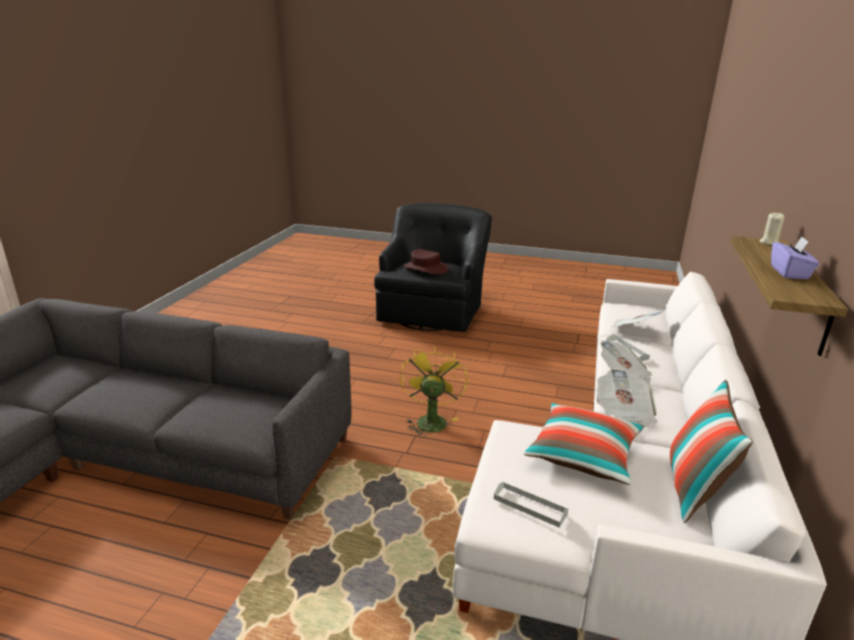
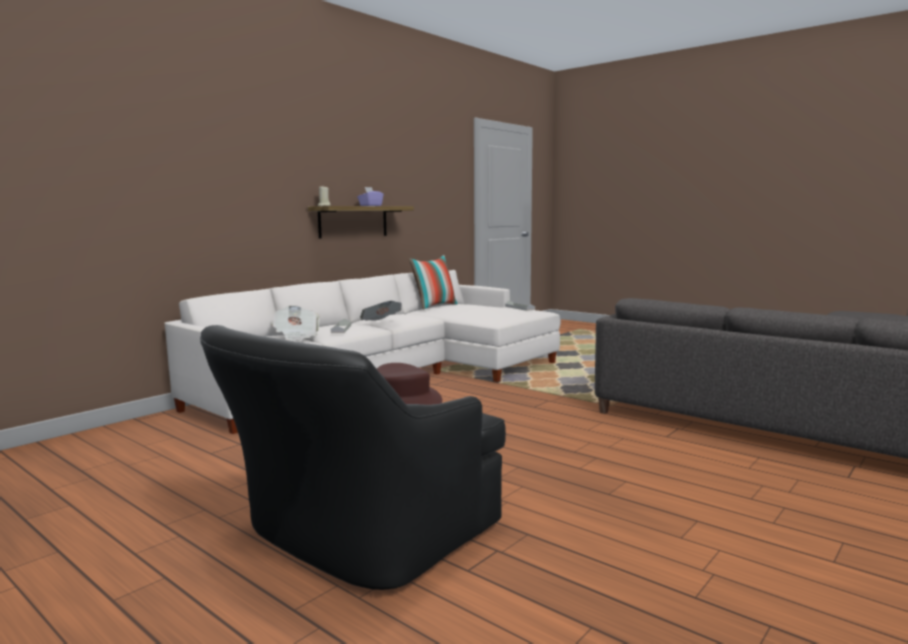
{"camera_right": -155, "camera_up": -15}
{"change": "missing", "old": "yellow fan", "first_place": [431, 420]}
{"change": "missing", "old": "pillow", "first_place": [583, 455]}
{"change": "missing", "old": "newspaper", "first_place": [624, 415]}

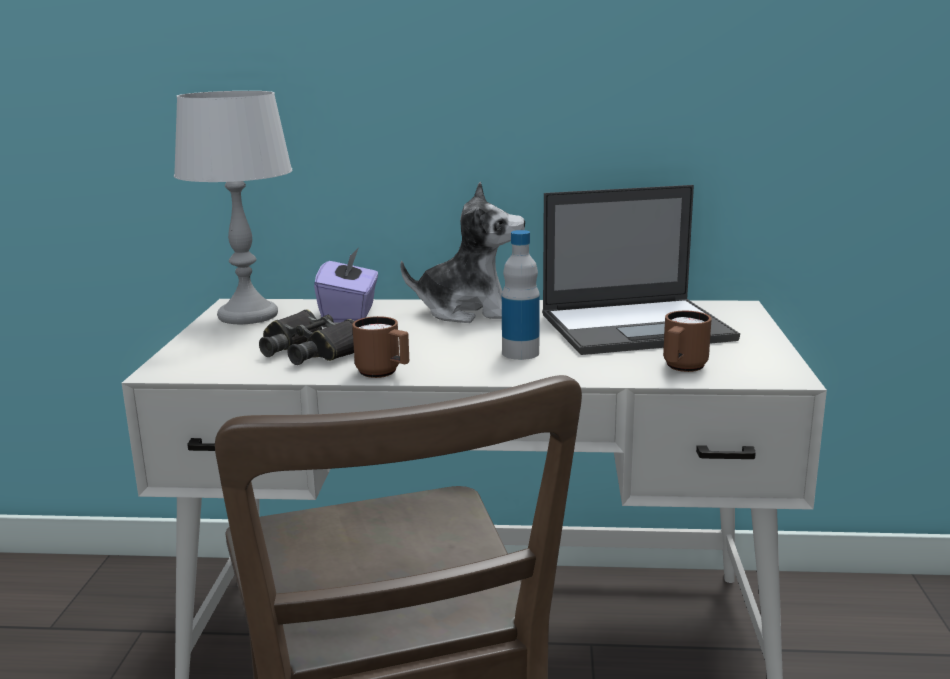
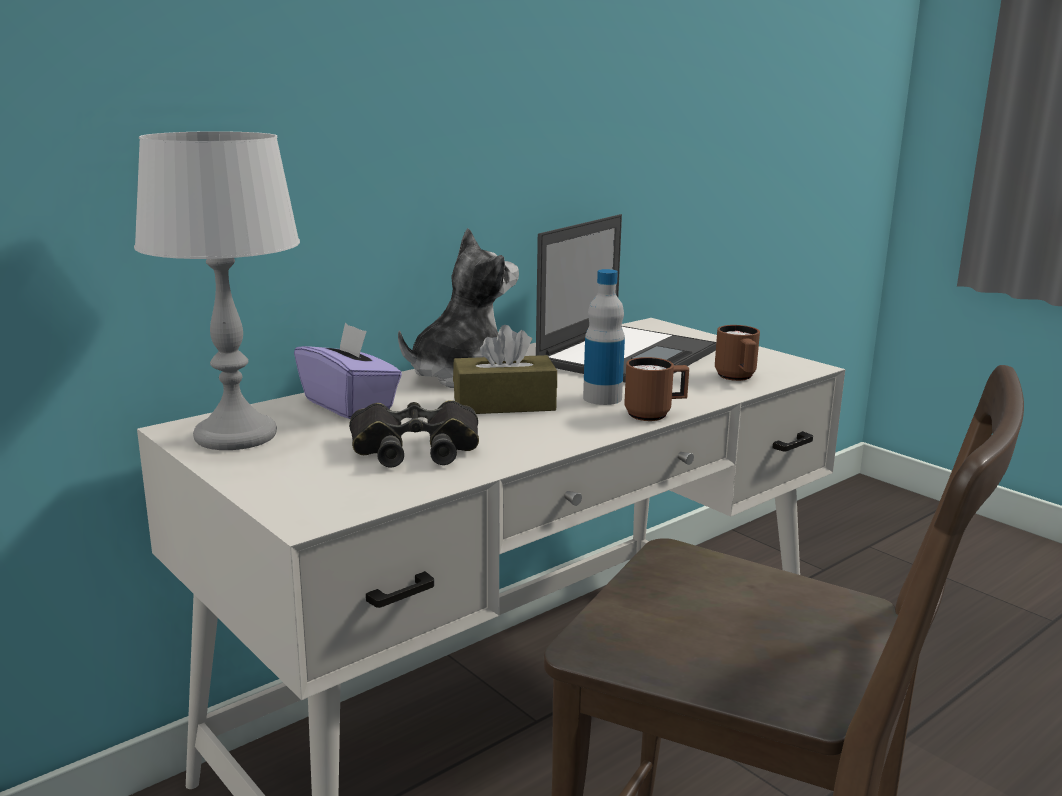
{"camera_right": -45, "camera_up": 0}
{"change": "appeared", "new": "brown tissue box", "second_place": [504, 404]}
{"change": "relocated", "old": "brown mug", "first_place": [383, 373], "second_place": [655, 415]}

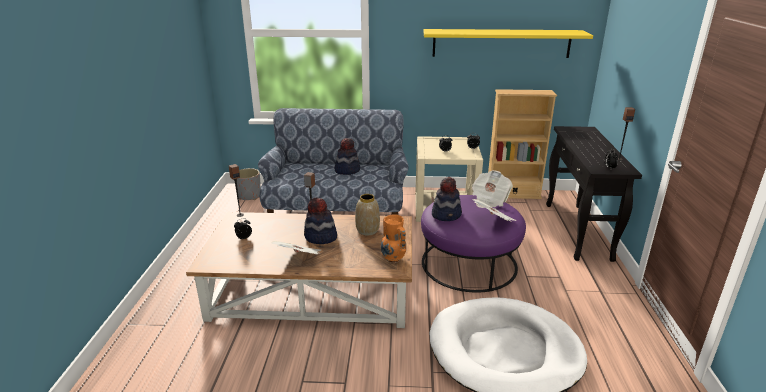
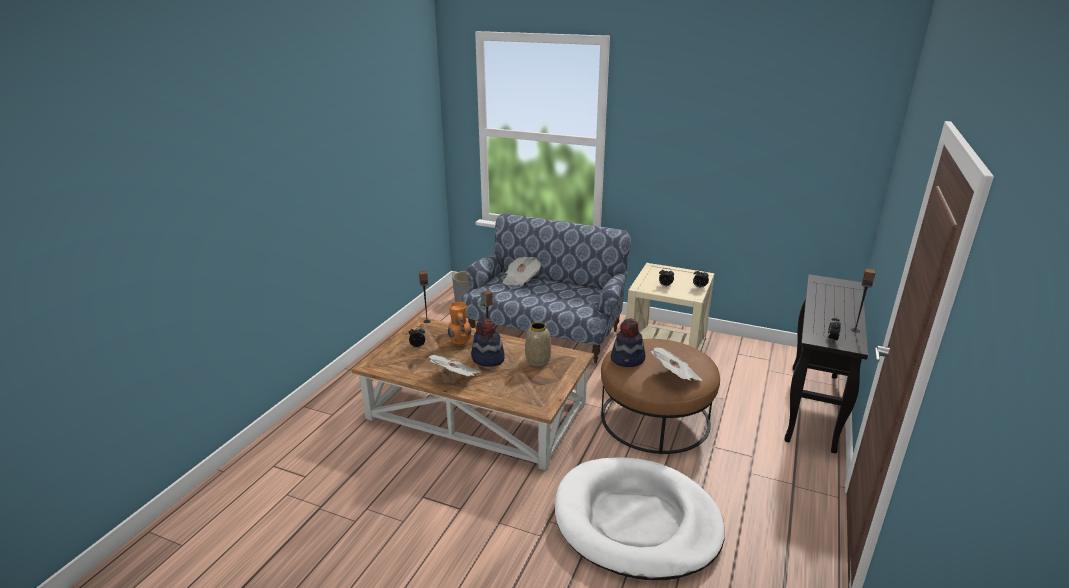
{"camera_right": 20, "camera_up": 0}
{"change": "relocated", "old": "orange vase", "first_place": [393, 259], "second_place": [460, 343]}
{"change": "relocated", "old": "newspaper", "first_place": [489, 200], "second_place": [520, 279]}
{"change": "colour", "old": "purple ottoman", "new": "brown ottoman", "first_place": [469, 263], "second_place": [655, 418]}
{"change": "missing", "old": "hat", "first_place": [347, 170]}
{"change": "missing", "old": "yellow shelf", "first_place": [501, 43]}
{"change": "missing", "old": "beige bookcase", "first_place": [513, 194]}

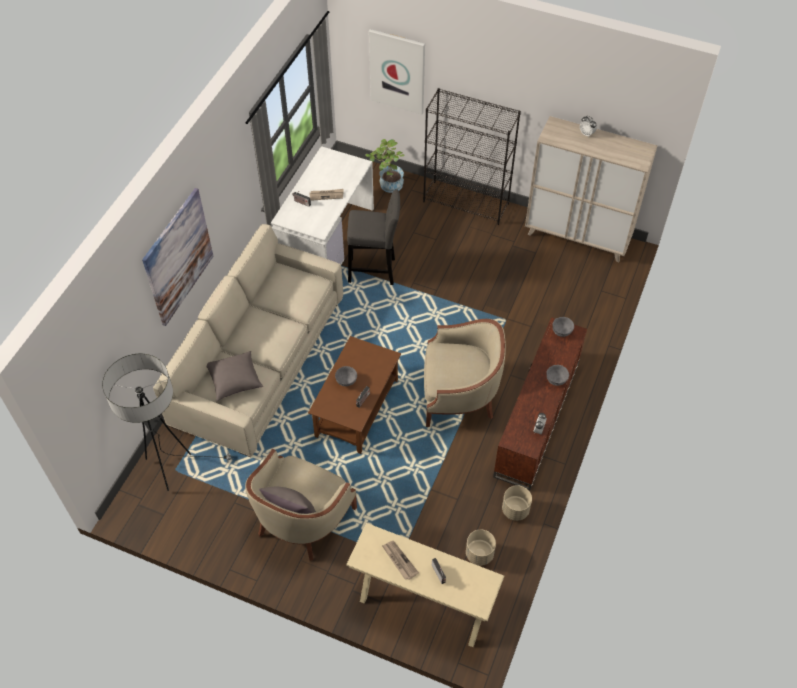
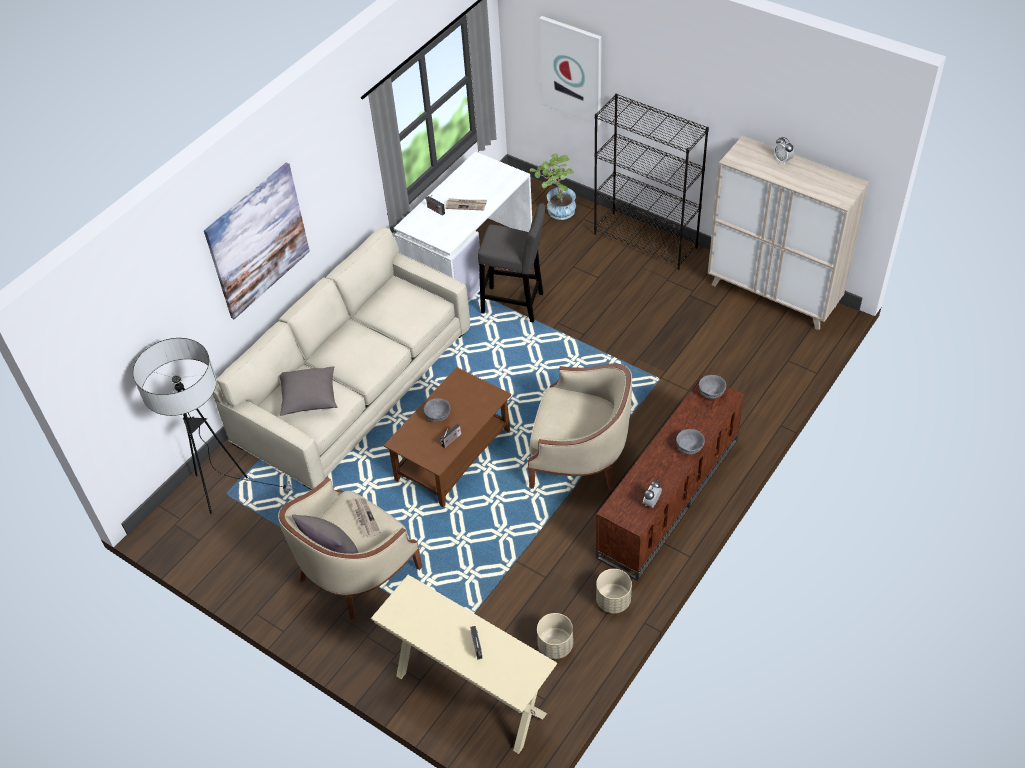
{"camera_right": 15, "camera_up": -5}
{"change": "relocated", "old": "newspaper", "first_place": [399, 560], "second_place": [364, 518]}

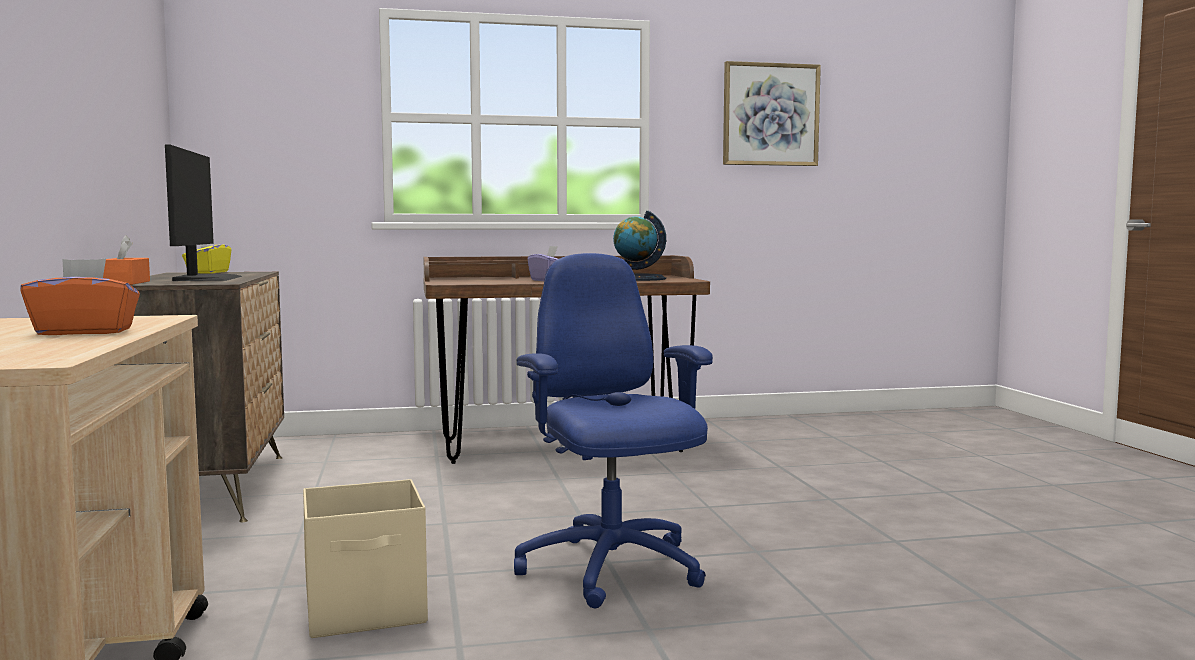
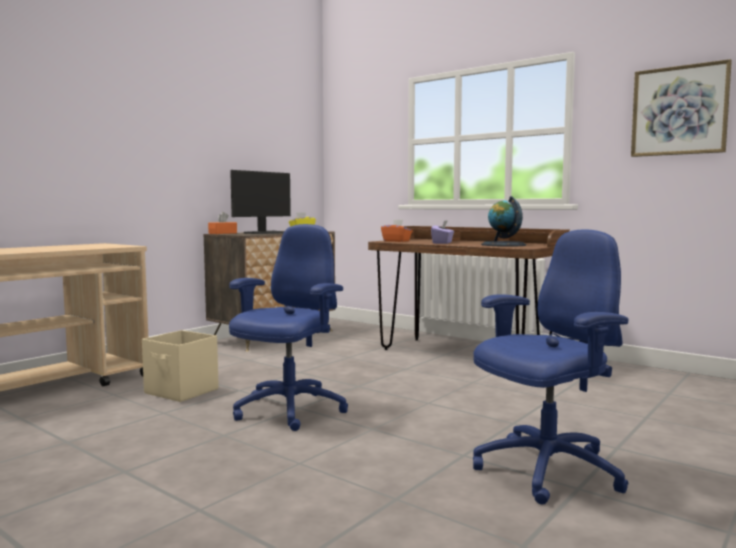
{"camera_right": 50, "camera_up": 0}
{"change": "relocated", "old": "orange tissue box", "first_place": [85, 332], "second_place": [396, 241]}
{"change": "appeared", "new": "blue office chair", "second_place": [545, 471]}

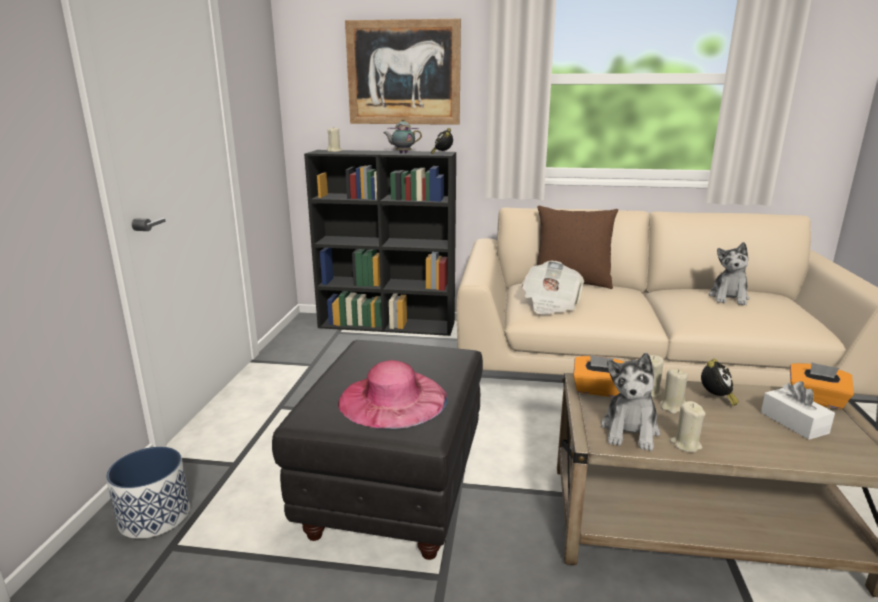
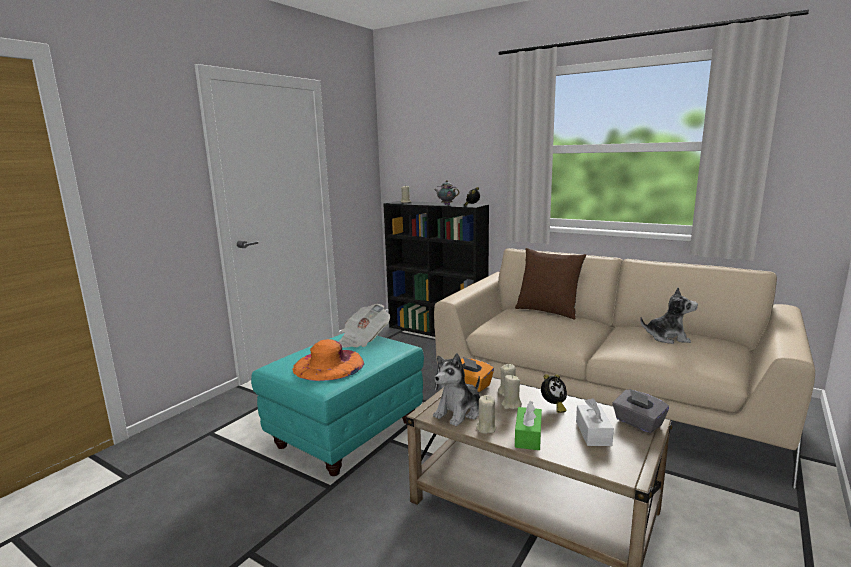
{"camera_right": 25, "camera_up": -5}
{"change": "colour", "old": "black ottoman", "new": "turquoise ottoman", "first_place": [393, 491], "second_place": [346, 433]}
{"change": "colour", "old": "pink hat", "new": "orange hat", "first_place": [393, 399], "second_place": [328, 365]}
{"change": "relocated", "old": "newspaper", "first_place": [550, 304], "second_place": [363, 340]}
{"change": "appeared", "new": "green tissue box", "second_place": [528, 436]}
{"change": "colour", "old": "orange tissue box", "new": "grey tissue box", "first_place": [815, 400], "second_place": [638, 423]}
{"change": "spun", "old": "plush toy", "first_place": [729, 297], "second_place": [667, 338], "degrees": -120}
{"change": "missing", "old": "planter", "first_place": [155, 516]}
{"change": "missing", "old": "picture", "first_place": [403, 73]}

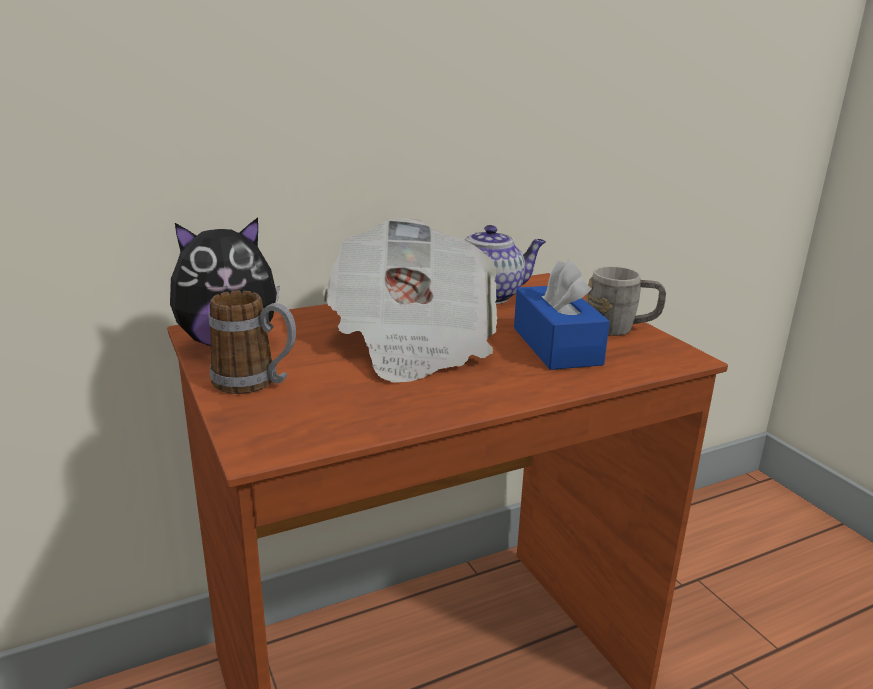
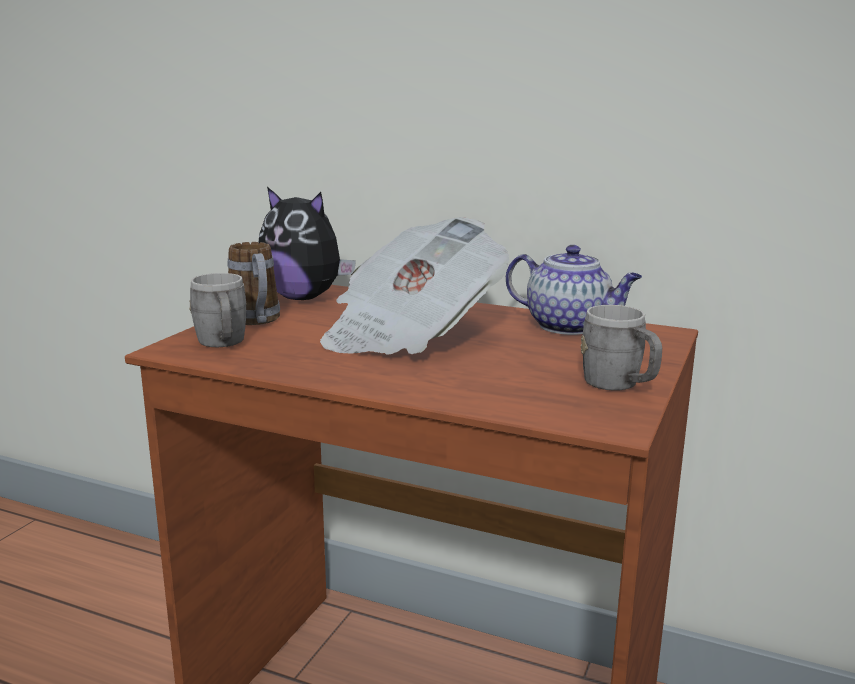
{"camera_right": 50, "camera_up": -5}
{"change": "appeared", "new": "grey mug", "second_place": [223, 344]}
{"change": "missing", "old": "blue tissue box", "first_place": [556, 346]}

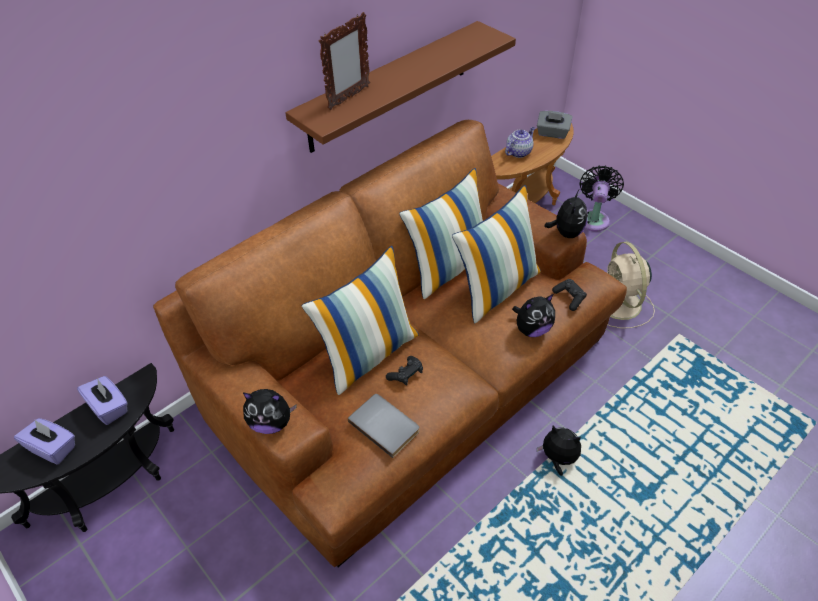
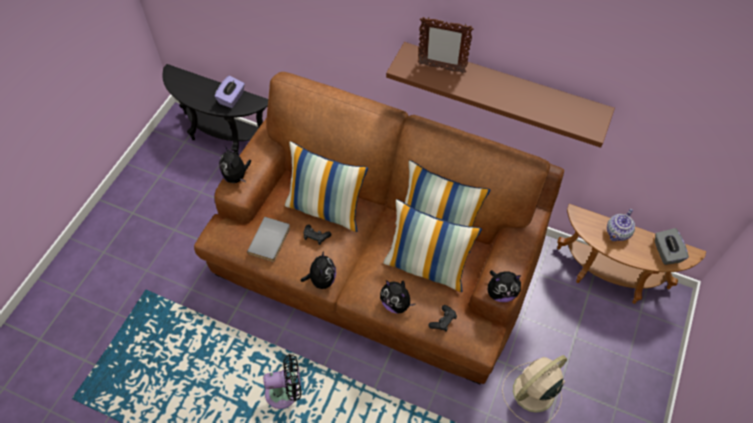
{"camera_right": 65, "camera_up": 10}
{"change": "relocated", "old": "black fan", "first_place": [594, 218], "second_place": [285, 392]}
{"change": "relocated", "old": "plush toy", "first_place": [558, 459], "second_place": [321, 280]}
{"change": "spun", "old": "teapot", "first_place": [518, 152], "second_place": [617, 233], "degrees": 105}
{"change": "missing", "old": "purple tissue box", "first_place": [53, 448]}

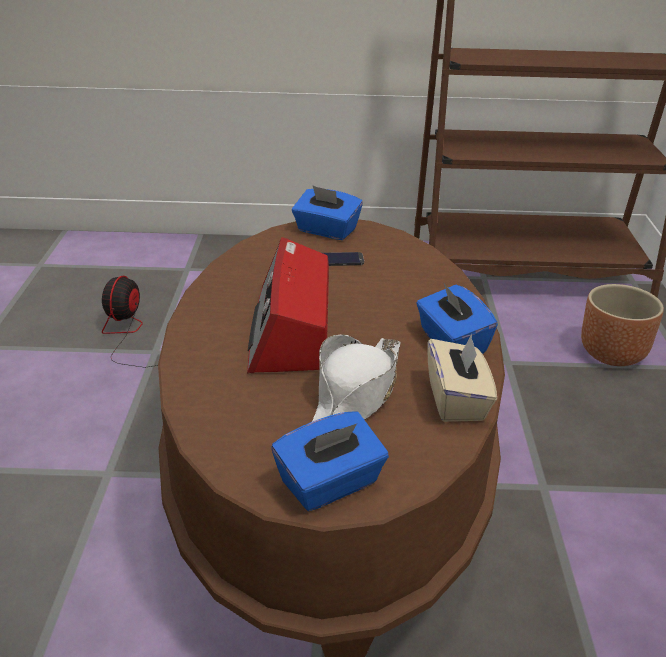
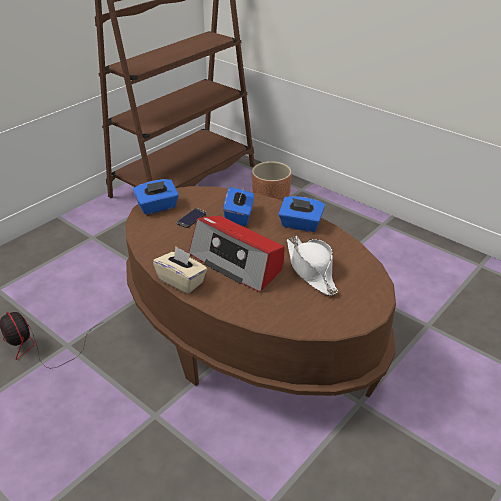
{"camera_right": -50, "camera_up": 5}
{"change": "relocated", "old": "beige tissue box", "first_place": [457, 400], "second_place": [182, 281]}
{"change": "relocated", "old": "blue tissue box", "first_place": [330, 484], "second_place": [239, 216]}

